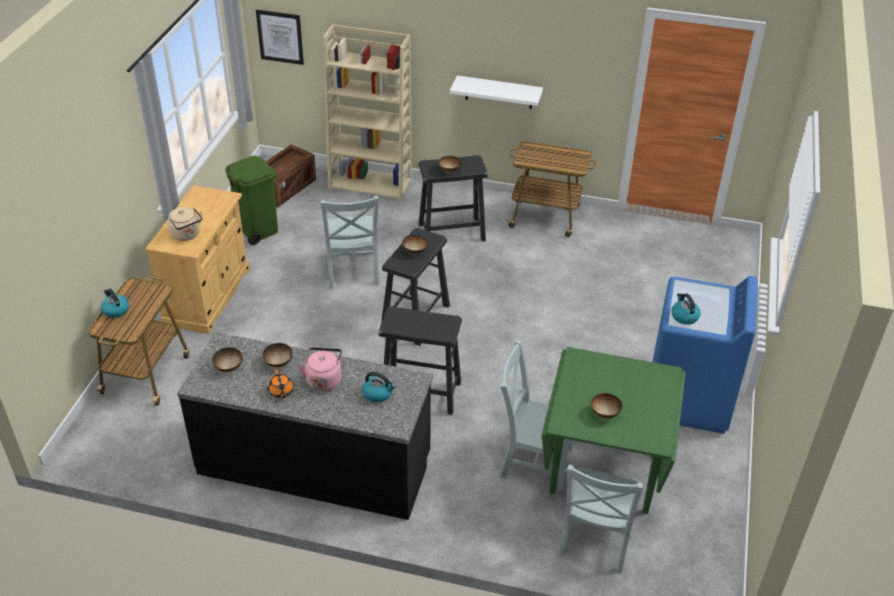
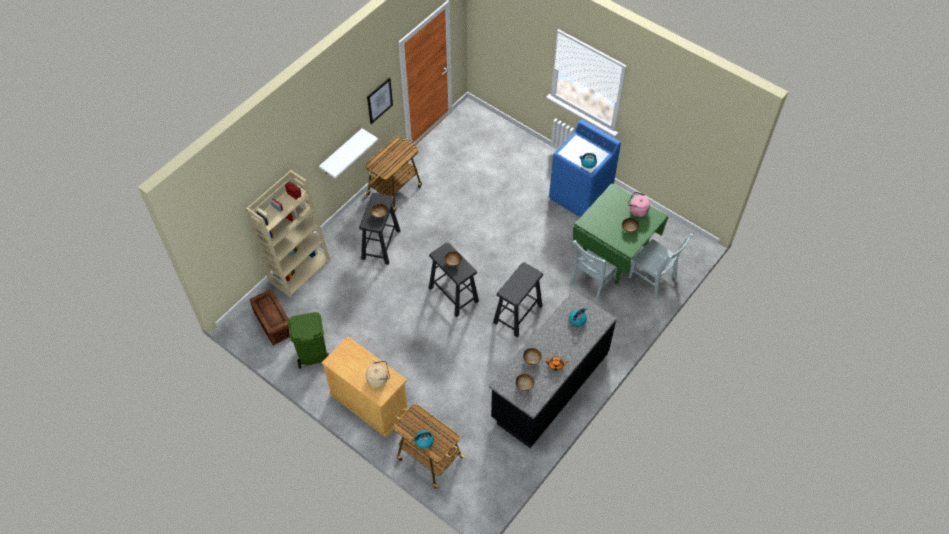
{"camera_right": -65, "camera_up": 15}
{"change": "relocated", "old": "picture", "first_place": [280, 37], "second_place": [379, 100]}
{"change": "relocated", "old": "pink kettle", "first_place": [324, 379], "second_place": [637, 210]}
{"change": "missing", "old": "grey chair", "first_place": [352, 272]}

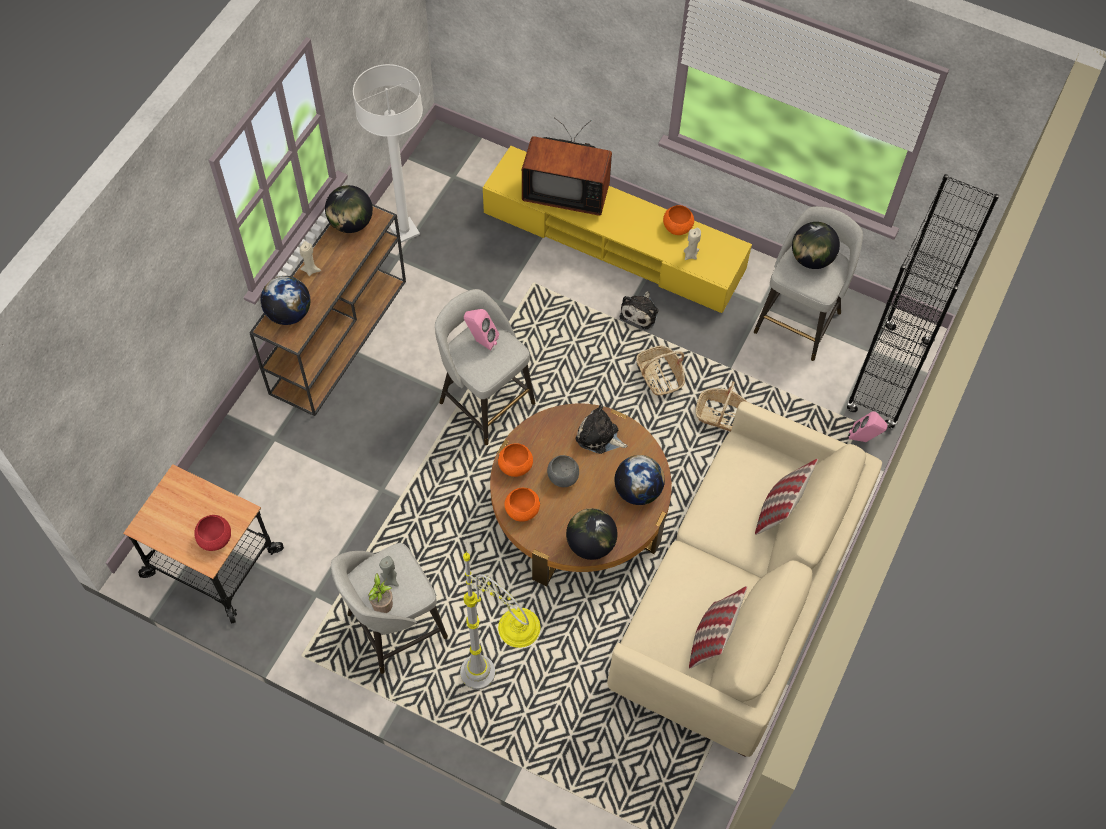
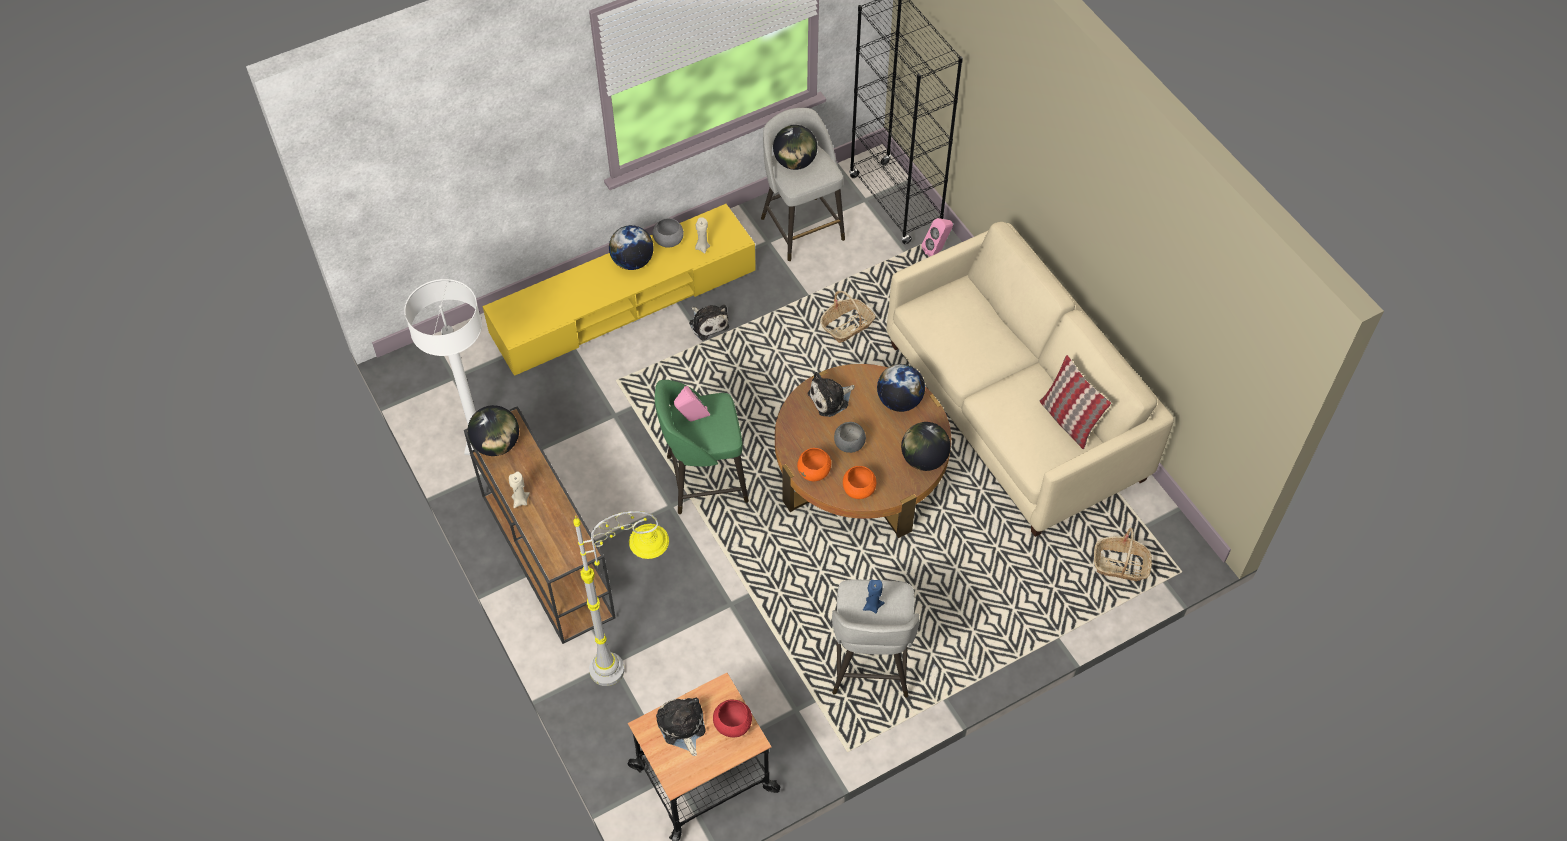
{"camera_right": -55, "camera_up": -5}
{"change": "relocated", "old": "grey floor lamp", "first_place": [500, 693], "second_place": [636, 663]}
{"change": "relocated", "old": "globe", "first_place": [288, 313], "second_place": [632, 262]}
{"change": "colour", "old": "orange bowl", "new": "grey bowl", "first_place": [677, 227], "second_place": [668, 241]}
{"change": "colour", "old": "grey stool", "new": "green stool", "first_place": [485, 401], "second_place": [704, 479]}
{"change": "appeared", "new": "plush toy", "second_place": [682, 727]}
{"change": "colour", "old": "grey candle", "new": "blue candle", "first_place": [390, 579], "second_place": [872, 606]}
{"change": "relocated", "old": "basket", "first_place": [659, 376], "second_place": [1120, 565]}
{"change": "missing", "old": "potted plant", "first_place": [383, 606]}
{"change": "missing", "old": "television", "first_place": [566, 190]}
{"change": "missing", "old": "pillow", "first_place": [779, 510]}

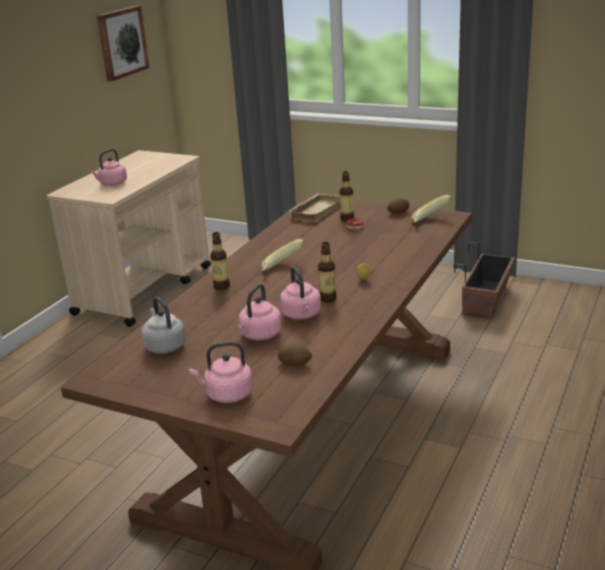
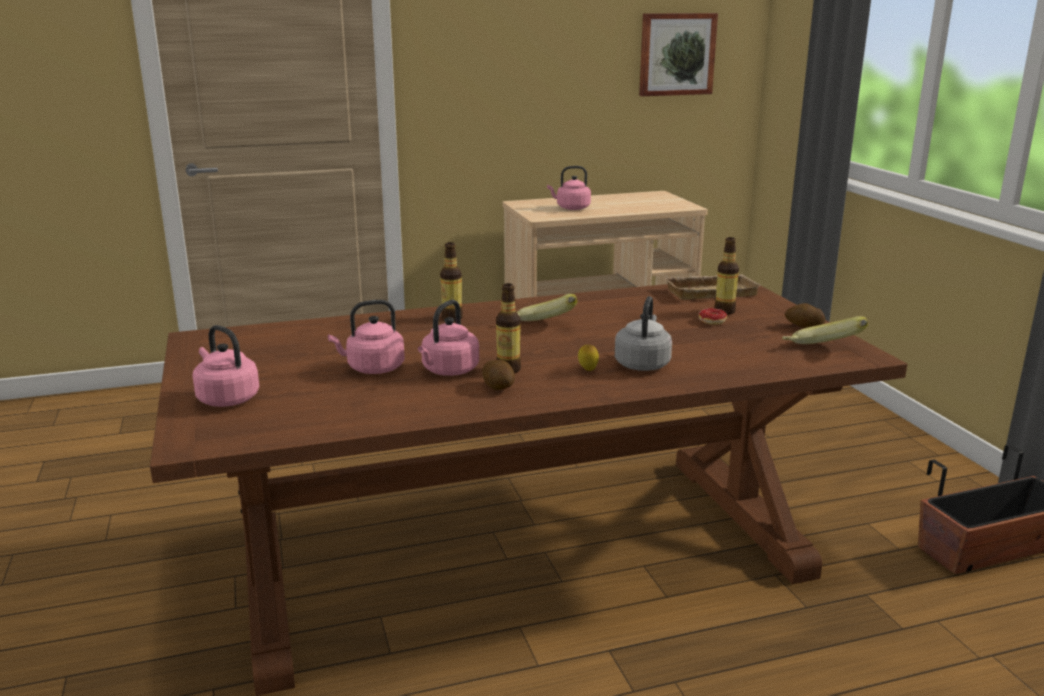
{"camera_right": 45, "camera_up": -5}
{"change": "relocated", "old": "potato", "first_place": [295, 363], "second_place": [499, 387]}
{"change": "relocated", "old": "grey kettle", "first_place": [164, 346], "second_place": [642, 364]}

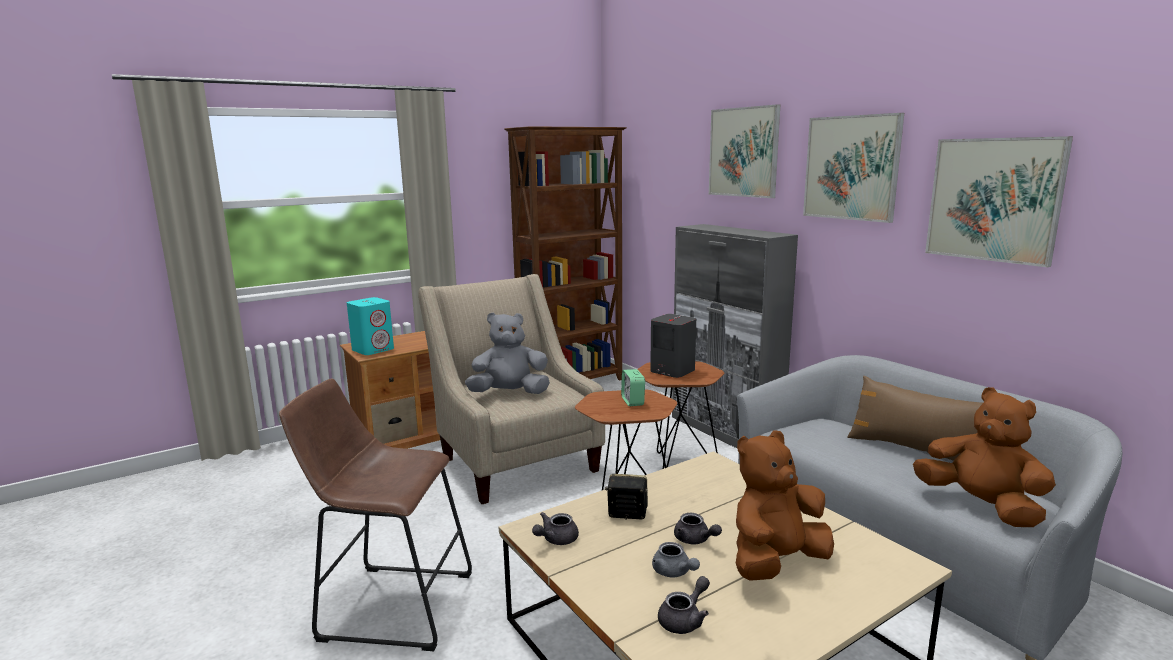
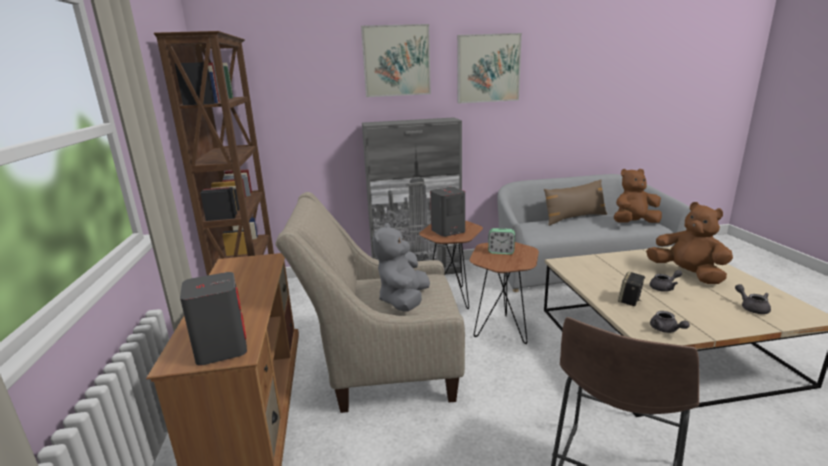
{"camera_right": -65, "camera_up": 5}
{"change": "colour", "old": "turquoise speaker", "new": "grey speaker", "first_place": [373, 349], "second_place": [221, 348]}
{"change": "spun", "old": "brown plush toy", "first_place": [776, 562], "second_place": [687, 274], "degrees": 150}
{"change": "missing", "old": "grey teapot", "first_place": [674, 572]}
{"change": "missing", "old": "picture", "first_place": [993, 199]}

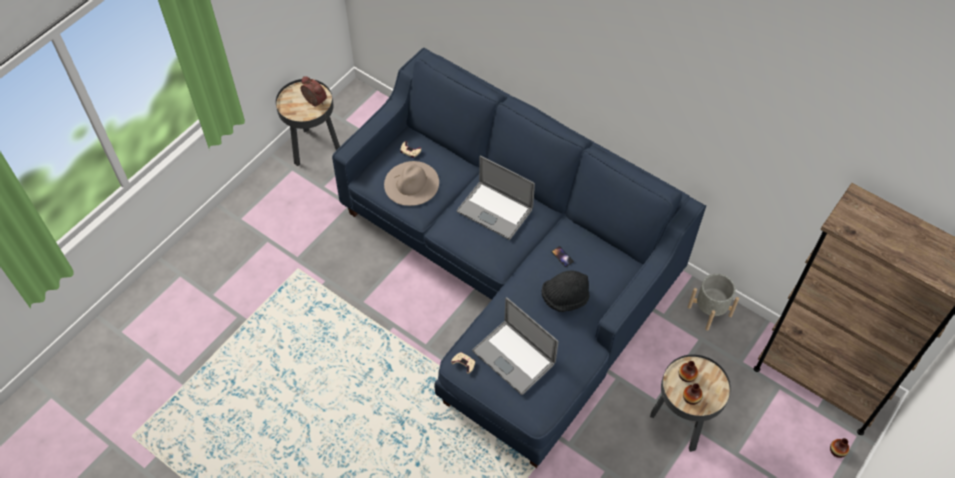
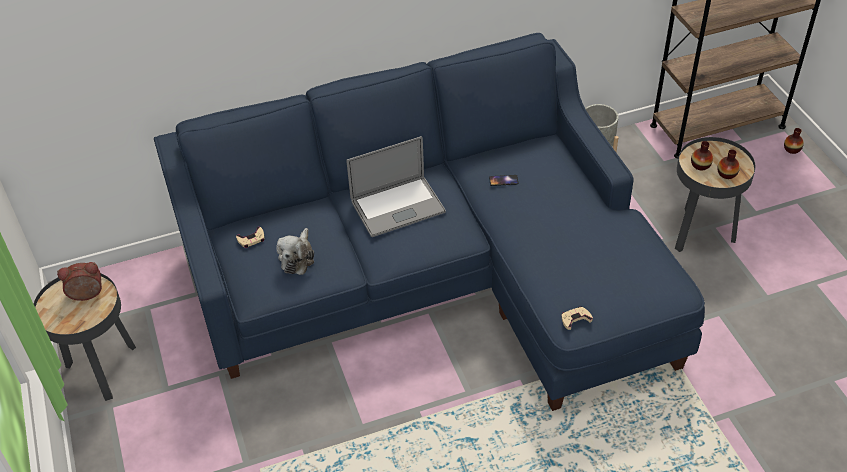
{"camera_right": -55, "camera_up": -10}
{"change": "exchanged", "old": "beige hat", "new": "plush toy", "first_place": [411, 183], "second_place": [297, 258]}
{"change": "missing", "old": "laptop", "first_place": [513, 357]}
{"change": "missing", "old": "black hat", "first_place": [564, 298]}

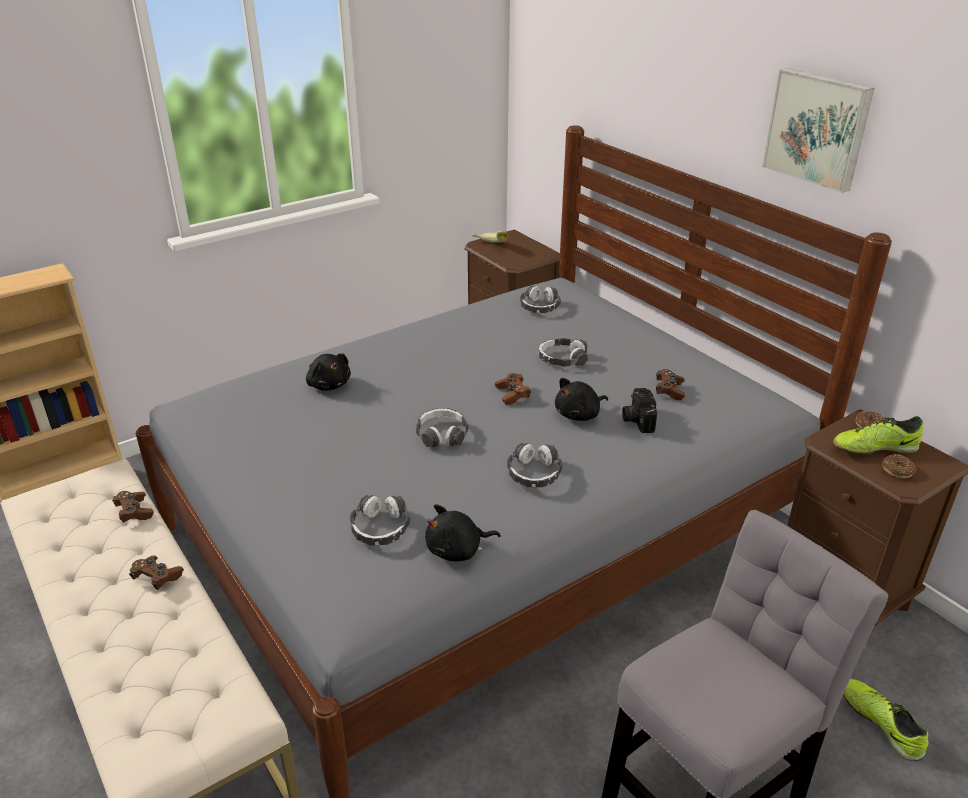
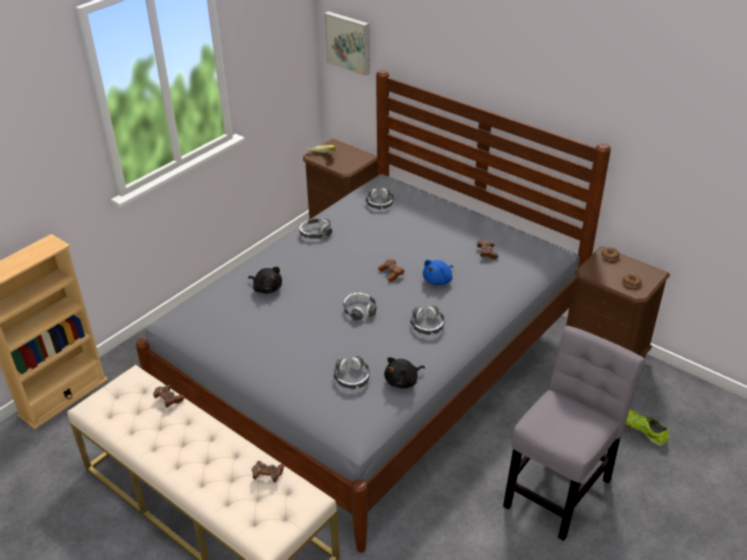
{"camera_right": -15, "camera_up": 5}
{"change": "relocated", "old": "brown game controller", "first_place": [157, 577], "second_place": [268, 474]}
{"change": "relocated", "old": "headphones", "first_place": [562, 359], "second_place": [315, 233]}
{"change": "relocated", "old": "picture", "first_place": [818, 128], "second_place": [349, 42]}
{"change": "colour", "old": "black plush toy", "new": "blue plush toy", "first_place": [579, 415], "second_place": [438, 280]}
{"change": "missing", "old": "photo camera", "first_place": [637, 419]}
{"change": "missing", "old": "shoe", "first_place": [874, 448]}

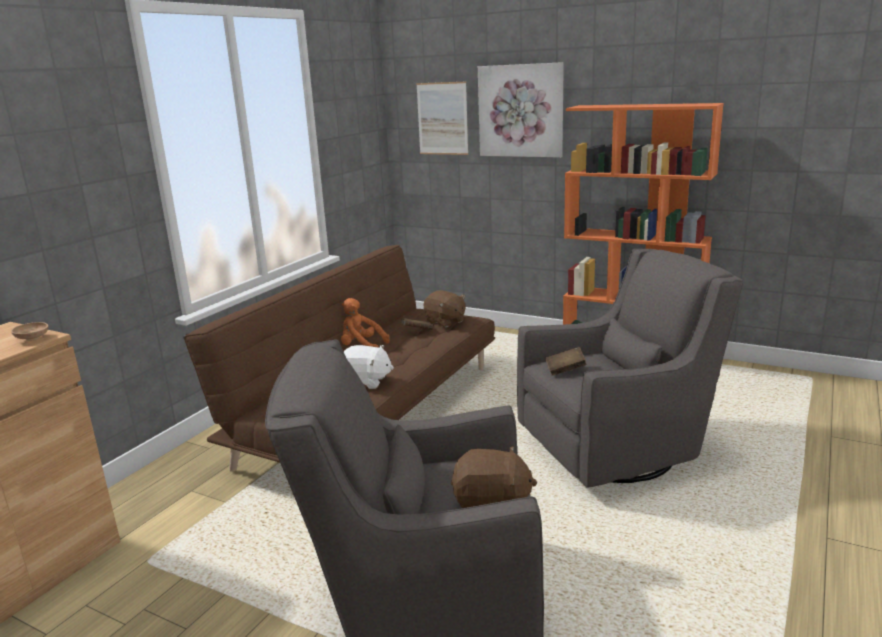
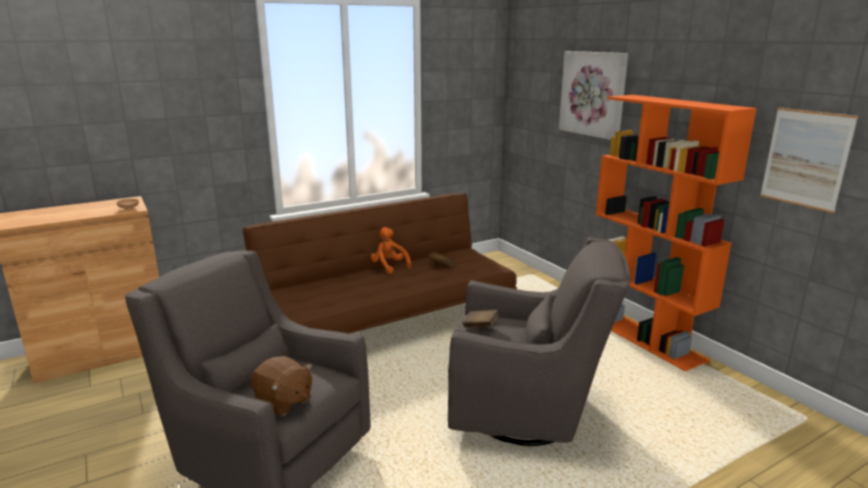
{"camera_right": 30, "camera_up": 0}
{"change": "relocated", "old": "picture", "first_place": [442, 118], "second_place": [805, 159]}
{"change": "missing", "old": "white plush toy", "first_place": [366, 382]}
{"change": "missing", "old": "brown plush toy", "first_place": [445, 321]}

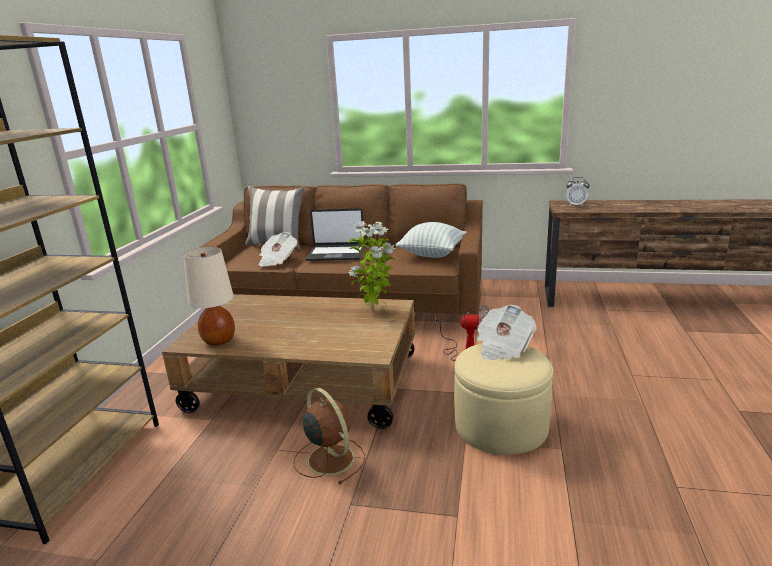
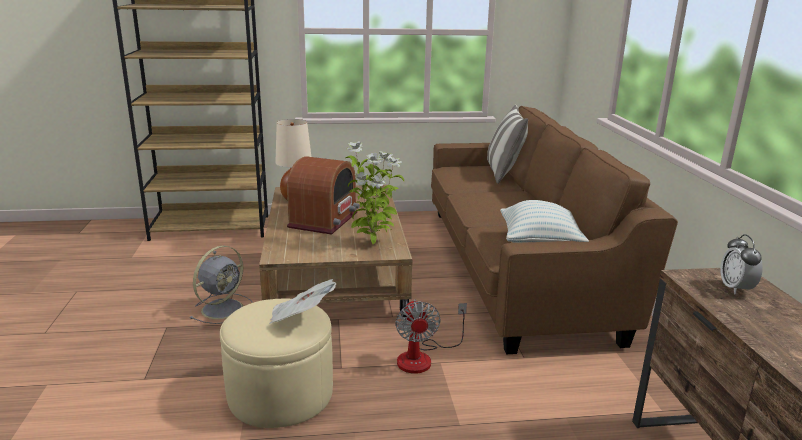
{"camera_right": 70, "camera_up": 0}
{"change": "colour", "old": "brown fan", "new": "grey fan", "first_place": [329, 458], "second_place": [223, 308]}
{"change": "appeared", "new": "radio", "second_place": [324, 220]}
{"change": "missing", "old": "newspaper", "first_place": [277, 260]}
{"change": "missing", "old": "laptop", "first_place": [336, 254]}

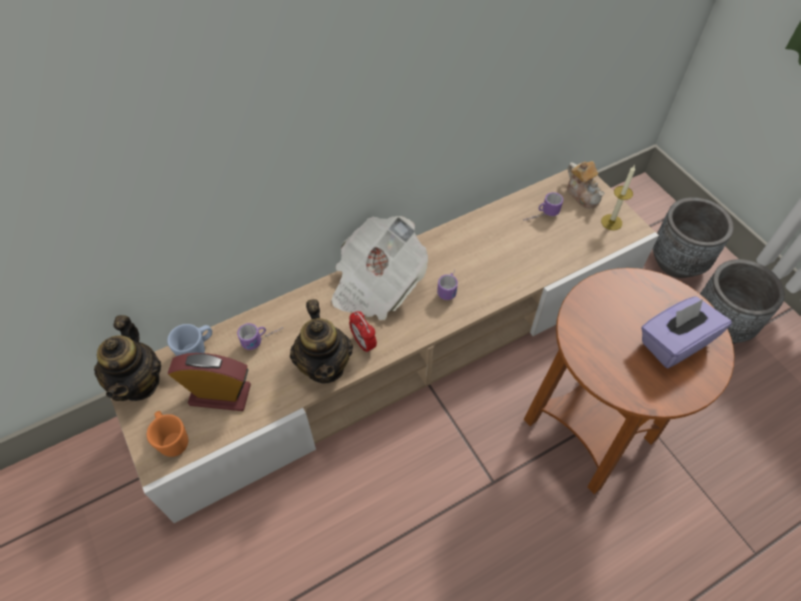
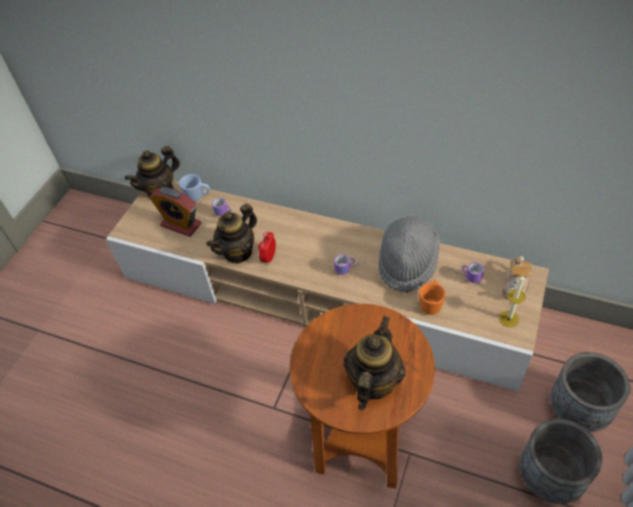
{"camera_right": 55, "camera_up": -5}
{"change": "spun", "old": "alarm clock", "first_place": [220, 394], "second_place": [181, 224], "degrees": 150}
{"change": "exchanged", "old": "purple tissue box", "new": "teapot", "first_place": [674, 342], "second_place": [373, 382]}
{"change": "appeared", "new": "grey hat", "second_place": [407, 263]}
{"change": "relocated", "old": "orange mug", "first_place": [172, 439], "second_place": [431, 303]}
{"change": "missing", "old": "newspaper", "first_place": [376, 284]}

